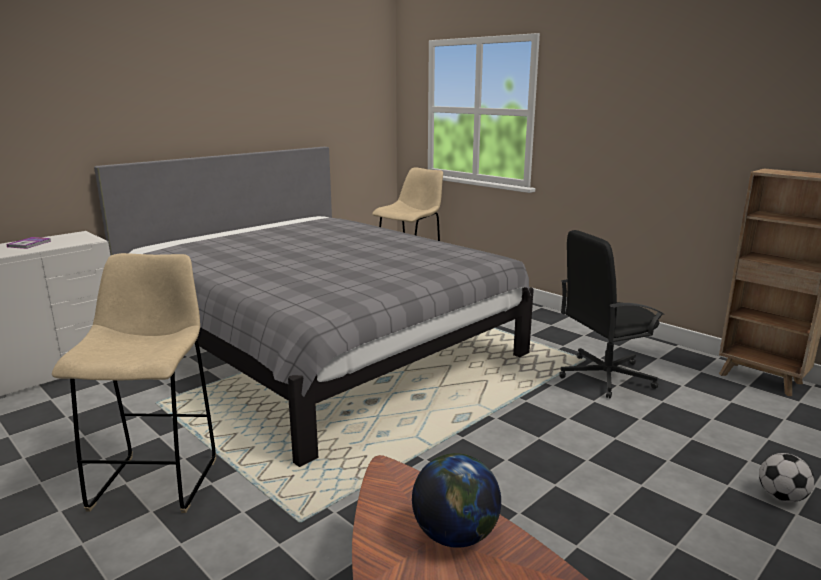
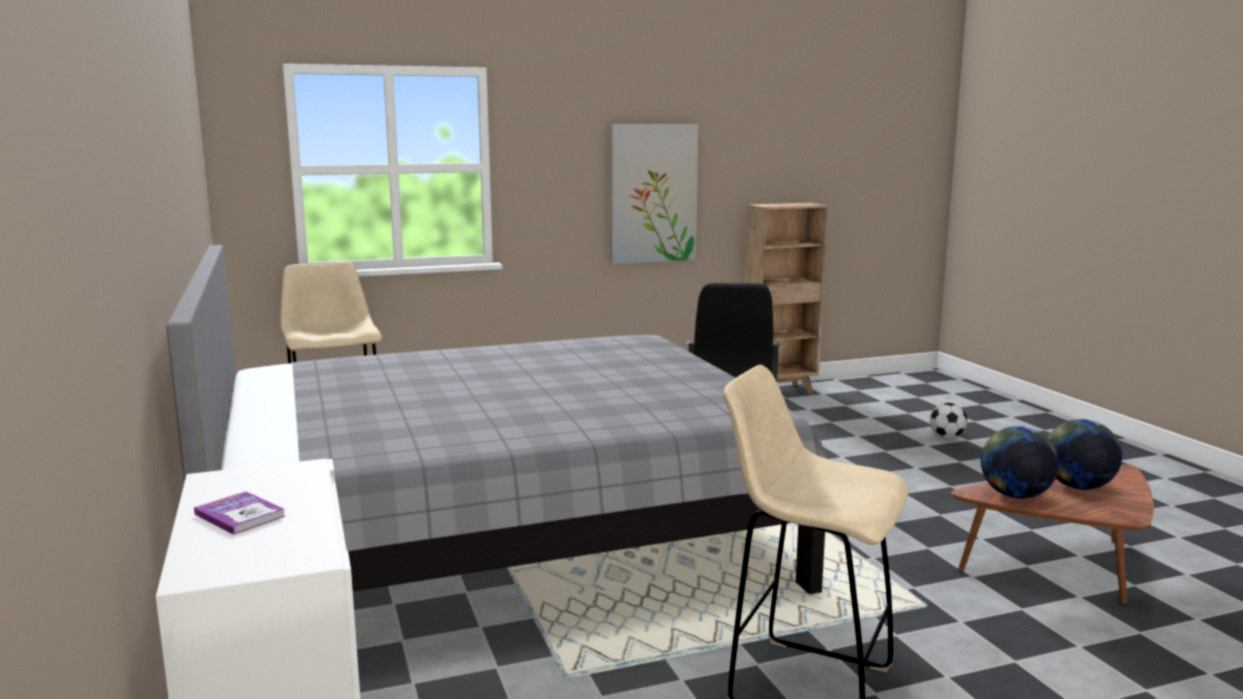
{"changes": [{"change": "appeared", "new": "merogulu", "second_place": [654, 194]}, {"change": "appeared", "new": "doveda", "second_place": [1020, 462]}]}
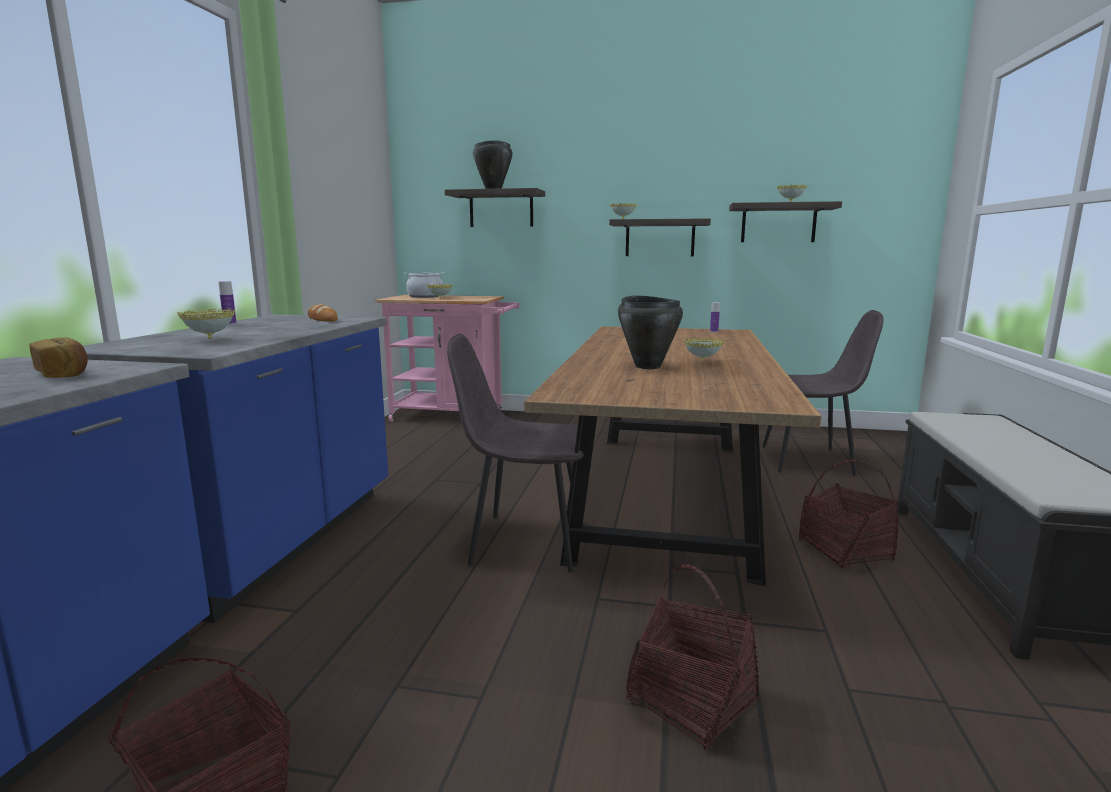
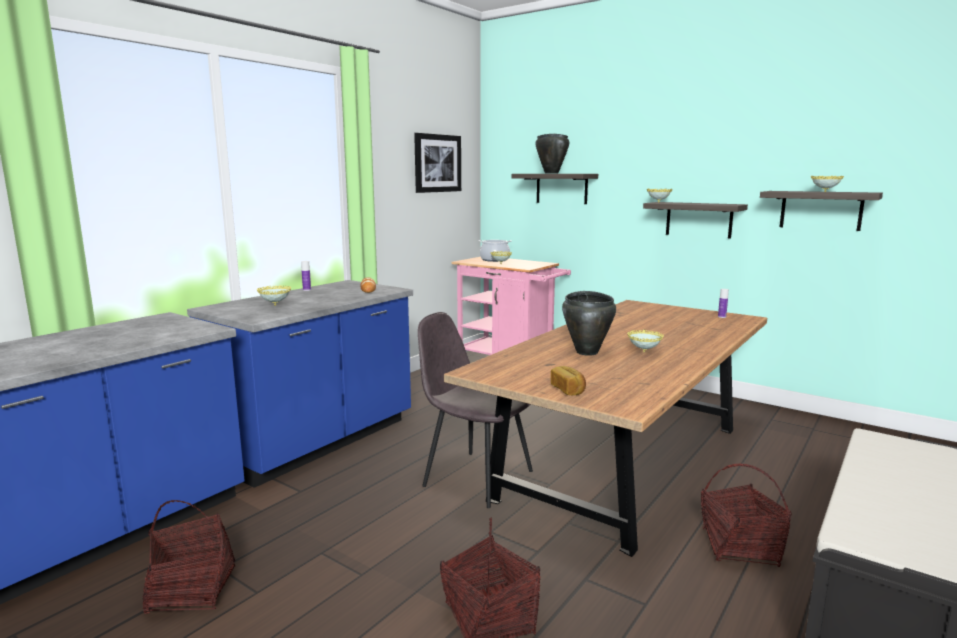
{"changes": [{"change": "appeared", "new": "merogulu", "second_place": [437, 163]}, {"change": "relocated", "old": "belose", "first_place": [58, 357], "second_place": [568, 380]}, {"change": "missing", "old": "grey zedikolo", "first_place": [823, 393]}]}
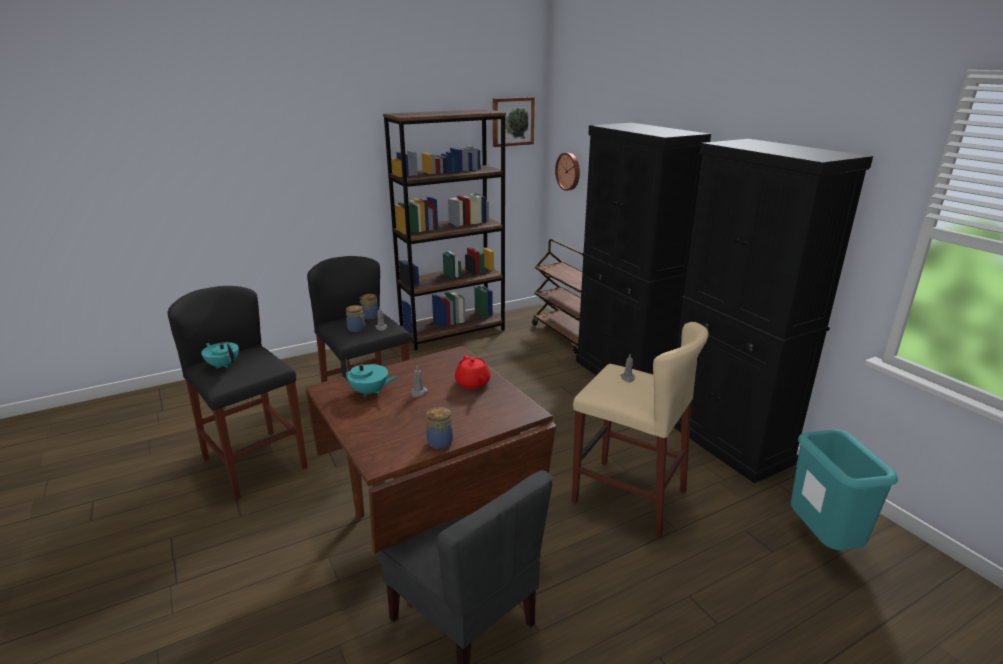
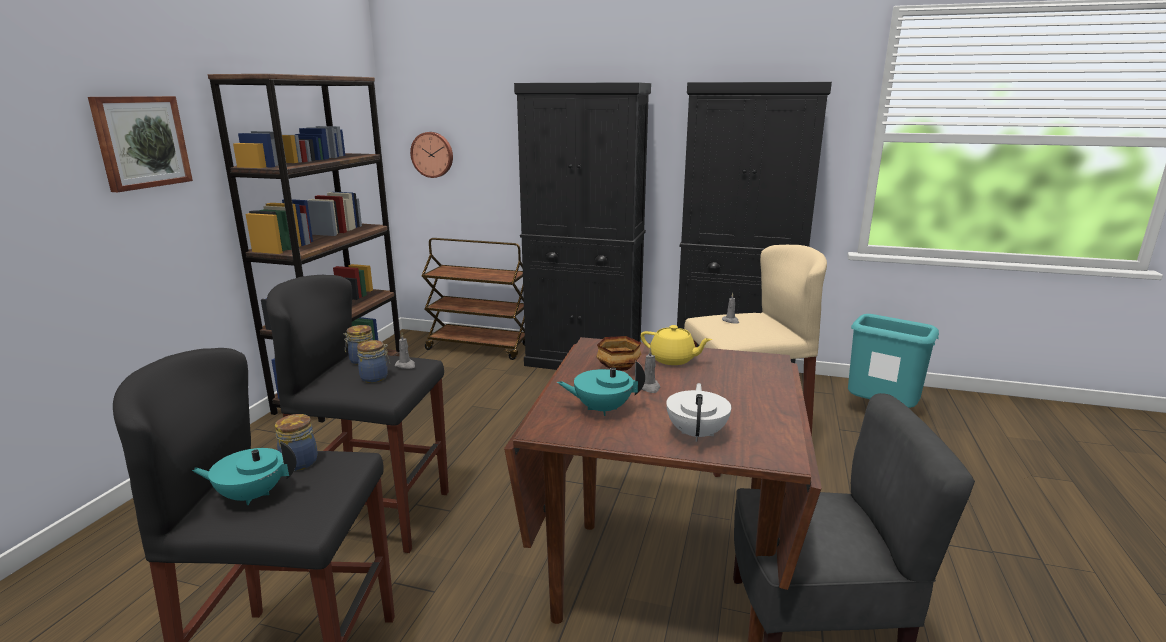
{"changes": [{"change": "relocated", "old": "merogulu", "first_place": [514, 122], "second_place": [140, 144]}, {"change": "relocated", "old": "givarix", "first_place": [439, 428], "second_place": [296, 442]}, {"change": "spun", "old": "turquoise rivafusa", "first_place": [369, 378], "second_place": [601, 388], "degrees": -150}, {"change": "appeared", "new": "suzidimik", "second_place": [618, 353]}, {"change": "colour", "old": "red rivafusa", "new": "yellow rivafusa", "first_place": [472, 372], "second_place": [676, 345]}, {"change": "appeared", "new": "white rivafusa", "second_place": [698, 412]}]}
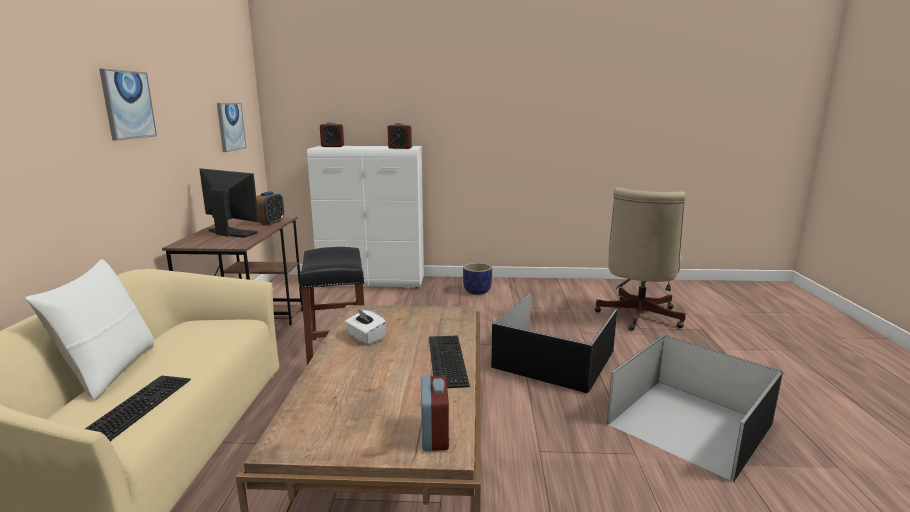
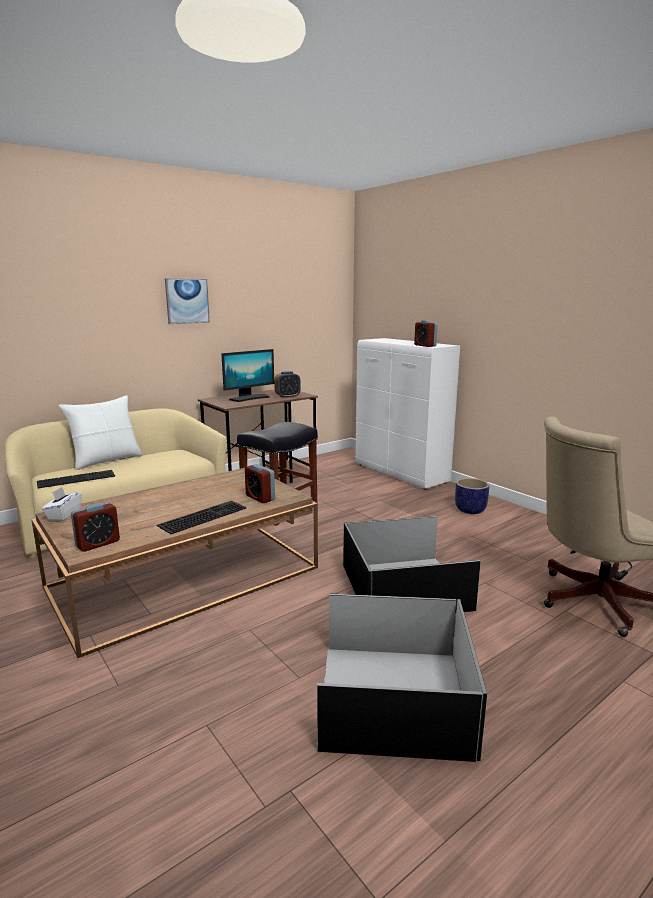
{"changes": [{"change": "relocated", "old": "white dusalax", "first_place": [365, 326], "second_place": [62, 504]}, {"change": "spun", "old": "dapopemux", "first_place": [229, 203], "second_place": [247, 375], "degrees": 60}, {"change": "relocated", "old": "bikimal", "first_place": [332, 134], "second_place": [260, 483]}, {"change": "missing", "old": "merogulu", "first_place": [231, 127]}]}
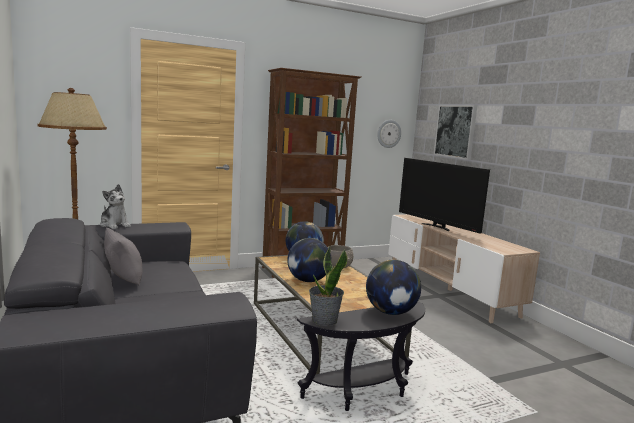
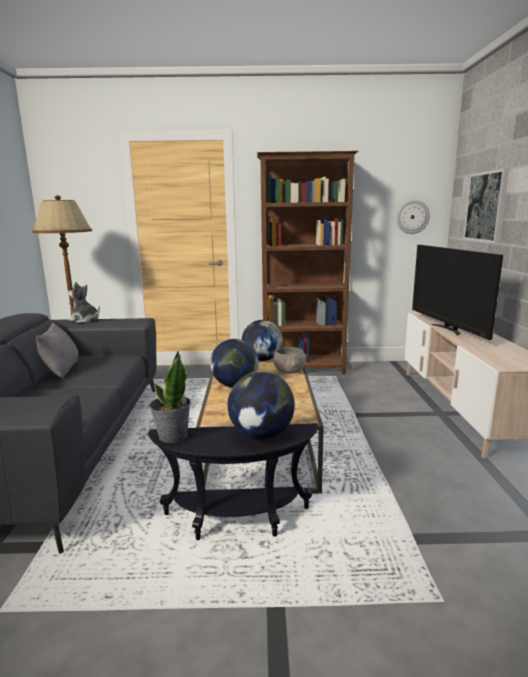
{"changes": [{"change": "spun", "old": "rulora", "first_place": [115, 206], "second_place": [84, 302], "degrees": 135}]}
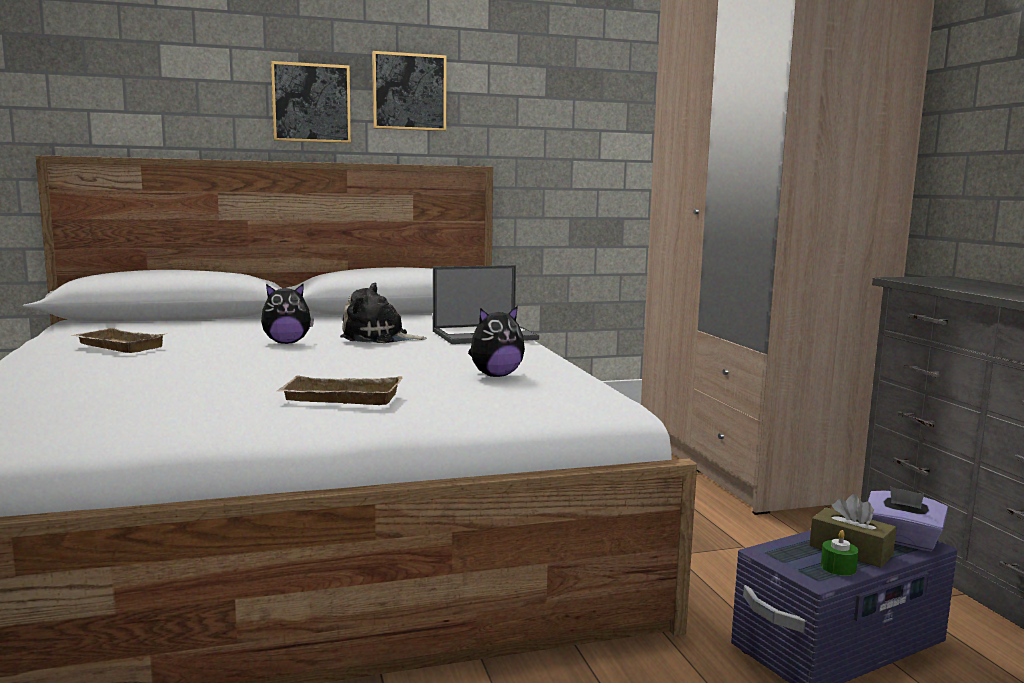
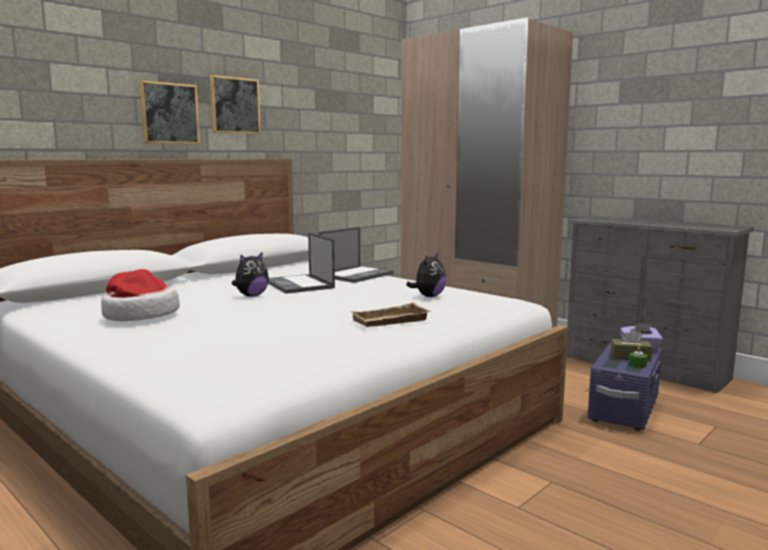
{"changes": [{"change": "exchanged", "old": "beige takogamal", "new": "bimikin", "first_place": [118, 340], "second_place": [140, 295]}, {"change": "exchanged", "old": "rulora", "new": "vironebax", "first_place": [383, 313], "second_place": [301, 263]}]}
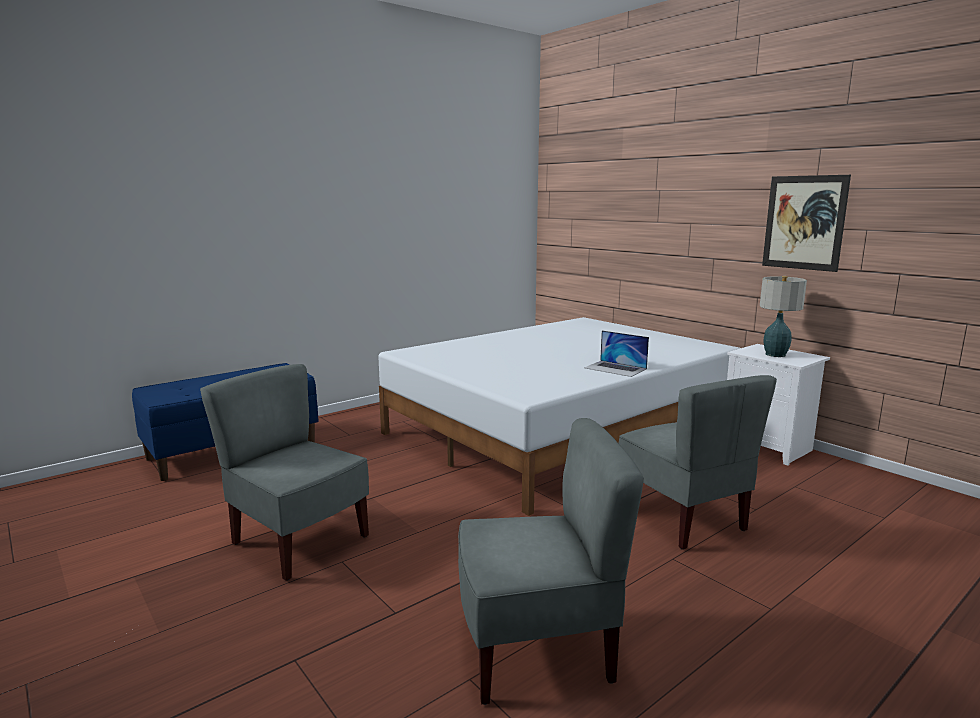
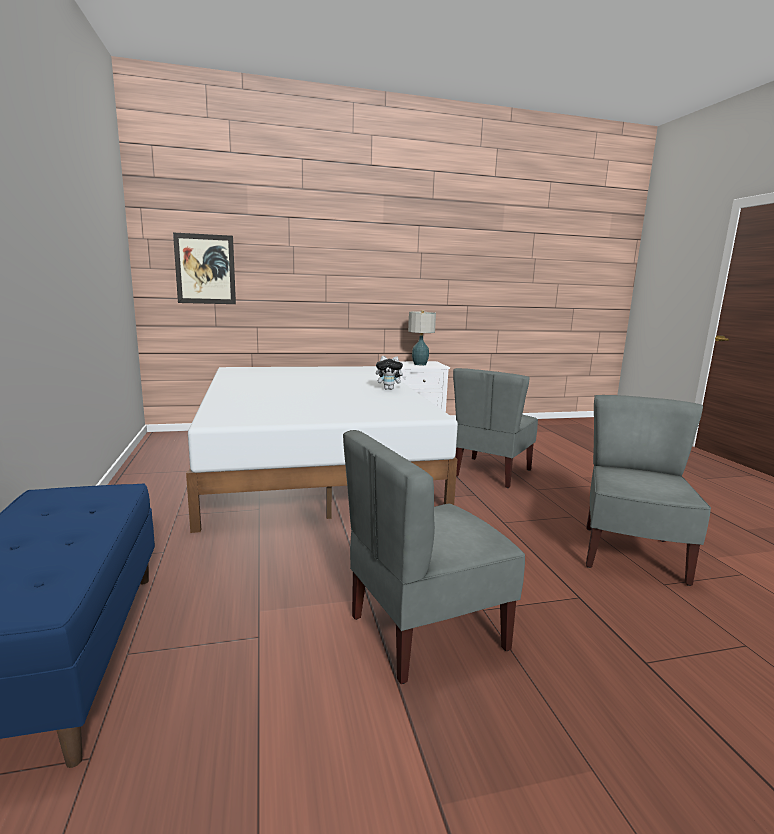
{"changes": [{"change": "relocated", "old": "merogulu", "first_place": [806, 223], "second_place": [204, 268]}, {"change": "exchanged", "old": "vironebax", "new": "rulora", "first_place": [616, 354], "second_place": [391, 373]}, {"change": "spun", "old": "grey zedikolo", "first_place": [698, 462], "second_place": [495, 428], "degrees": 120}]}
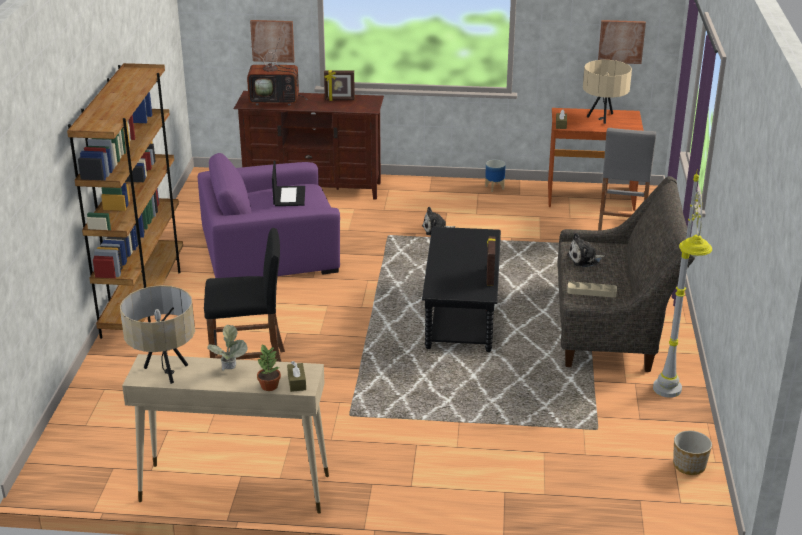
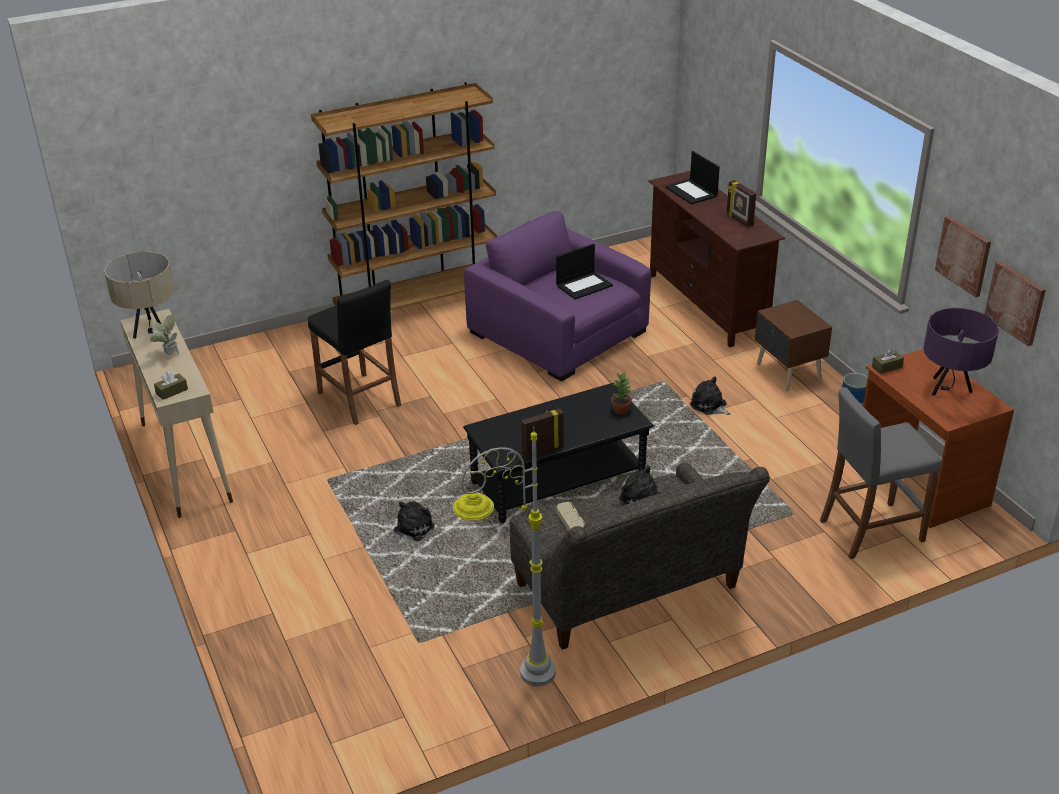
{"changes": [{"change": "appeared", "new": "rulora", "second_place": [414, 523]}, {"change": "relocated", "old": "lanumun", "first_place": [269, 367], "second_place": [621, 393]}, {"change": "exchanged", "old": "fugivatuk", "new": "vironebax", "first_place": [277, 71], "second_place": [692, 177]}, {"change": "appeared", "new": "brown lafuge", "second_place": [793, 345]}, {"change": "colour", "old": "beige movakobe", "new": "purple movakobe", "first_place": [607, 92], "second_place": [961, 352]}, {"change": "relocated", "old": "merogulu", "first_place": [272, 41], "second_place": [963, 256]}, {"change": "missing", "old": "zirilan", "first_place": [692, 453]}]}
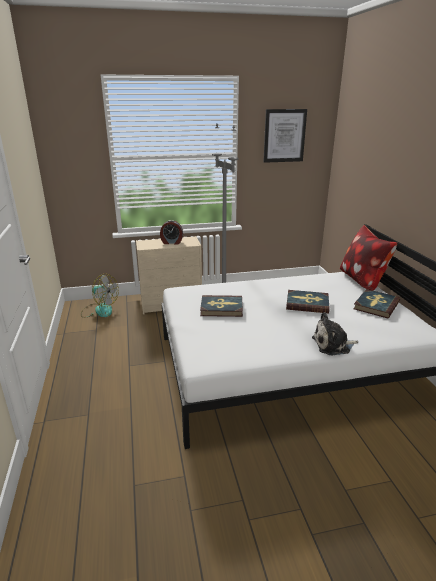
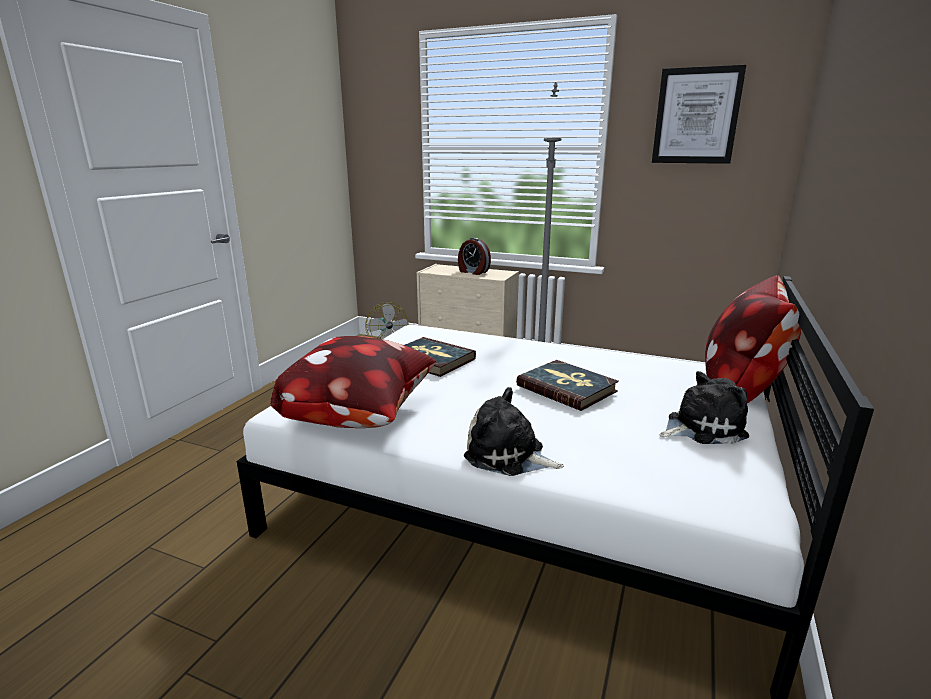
{"changes": [{"change": "appeared", "new": "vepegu", "second_place": [353, 382]}, {"change": "exchanged", "old": "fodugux", "new": "rulora", "first_place": [376, 303], "second_place": [704, 407]}]}
